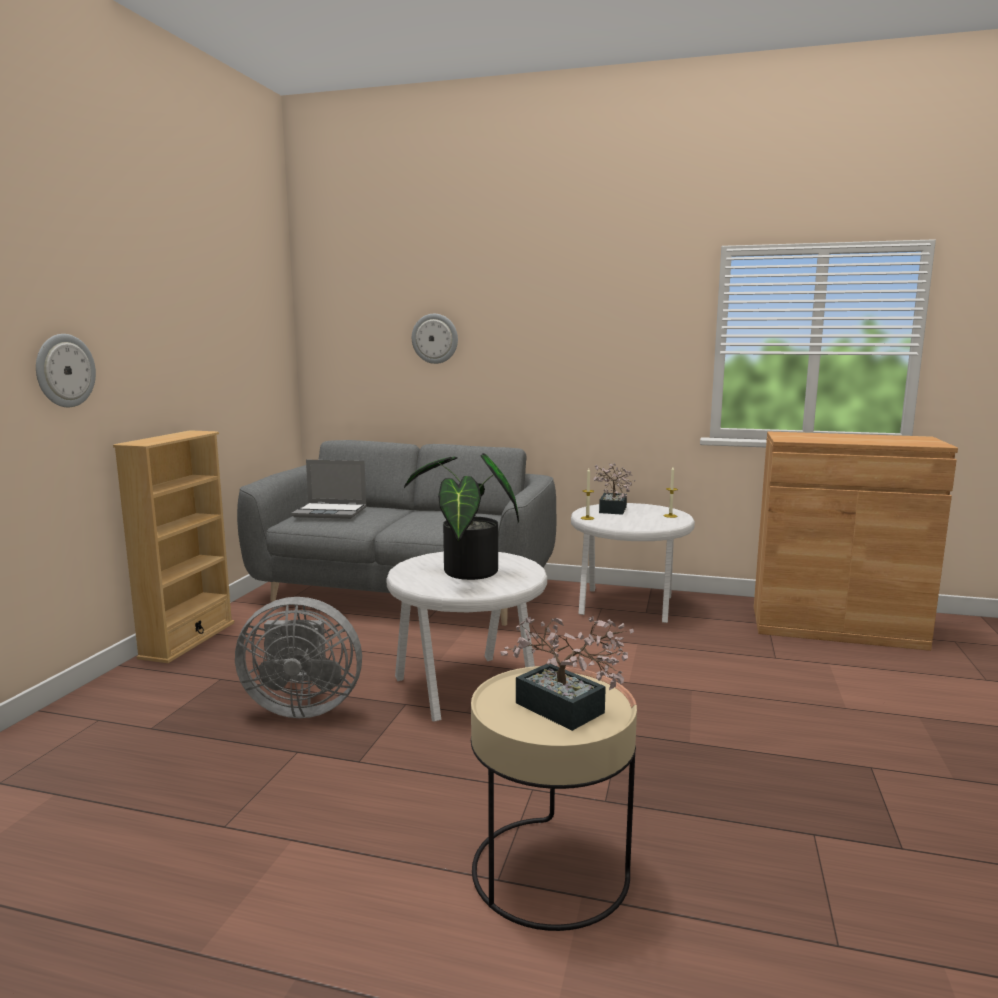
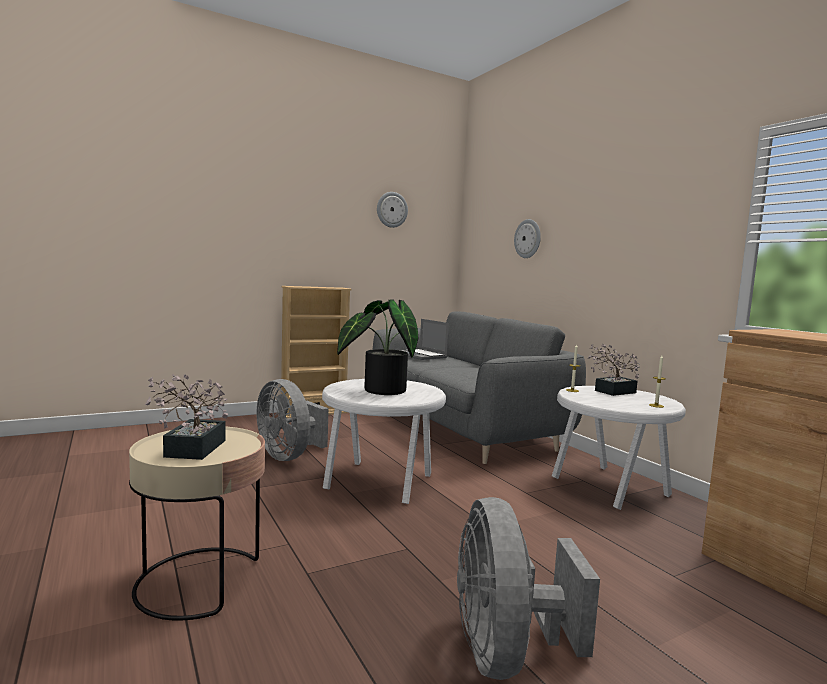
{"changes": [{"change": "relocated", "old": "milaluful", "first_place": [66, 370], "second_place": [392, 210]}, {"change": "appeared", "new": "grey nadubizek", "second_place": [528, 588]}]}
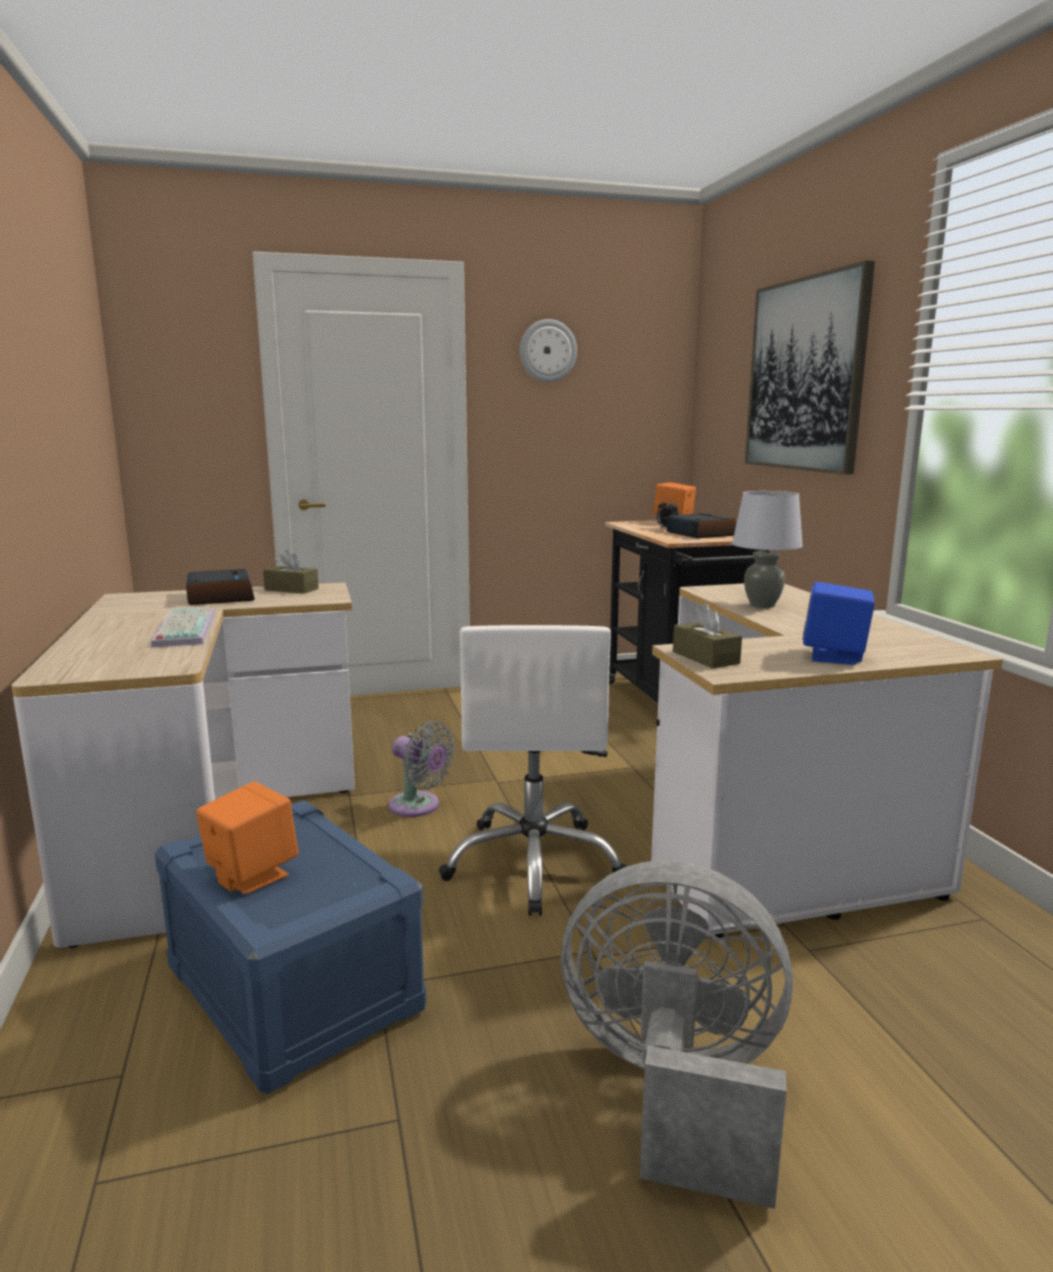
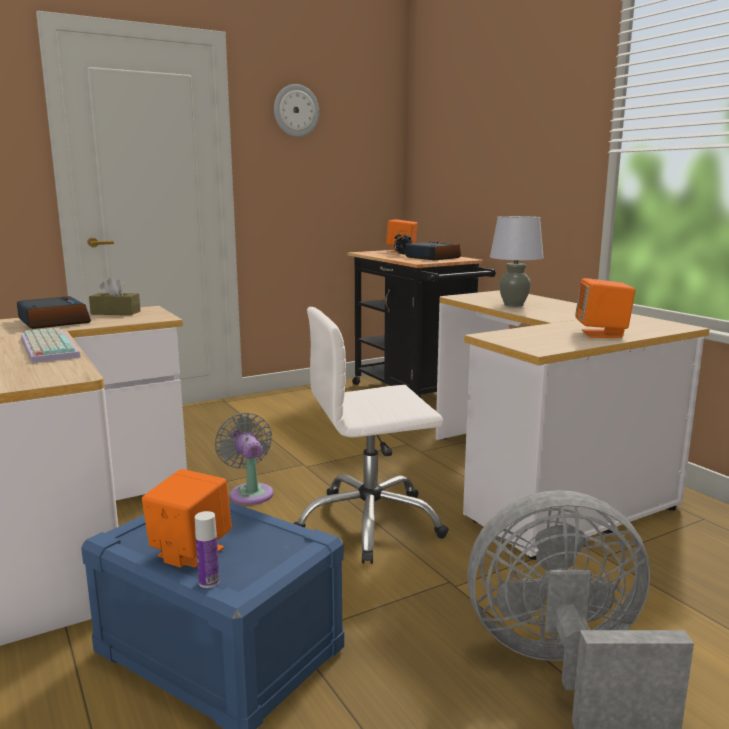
{"changes": [{"change": "appeared", "new": "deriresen", "second_place": [207, 549]}, {"change": "spun", "old": "grey nadubizek", "first_place": [422, 769], "second_place": [244, 459], "degrees": -135}, {"change": "spun", "old": "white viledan", "first_place": [533, 770], "second_place": [371, 435], "degrees": 90}, {"change": "colour", "old": "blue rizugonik", "new": "orange rizugonik", "first_place": [839, 623], "second_place": [605, 308]}, {"change": "missing", "old": "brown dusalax", "first_place": [707, 635]}, {"change": "missing", "old": "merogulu", "first_place": [810, 368]}]}
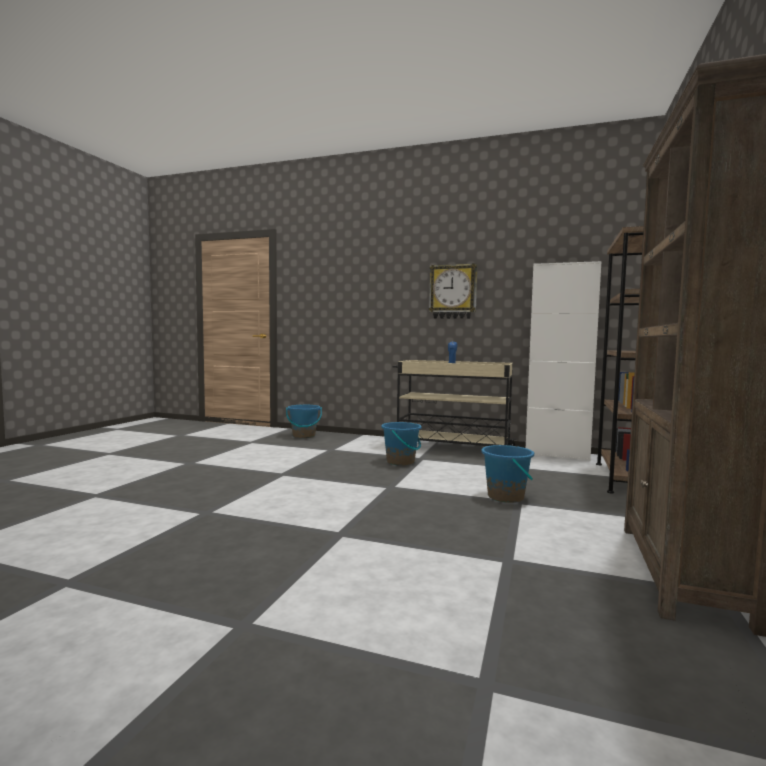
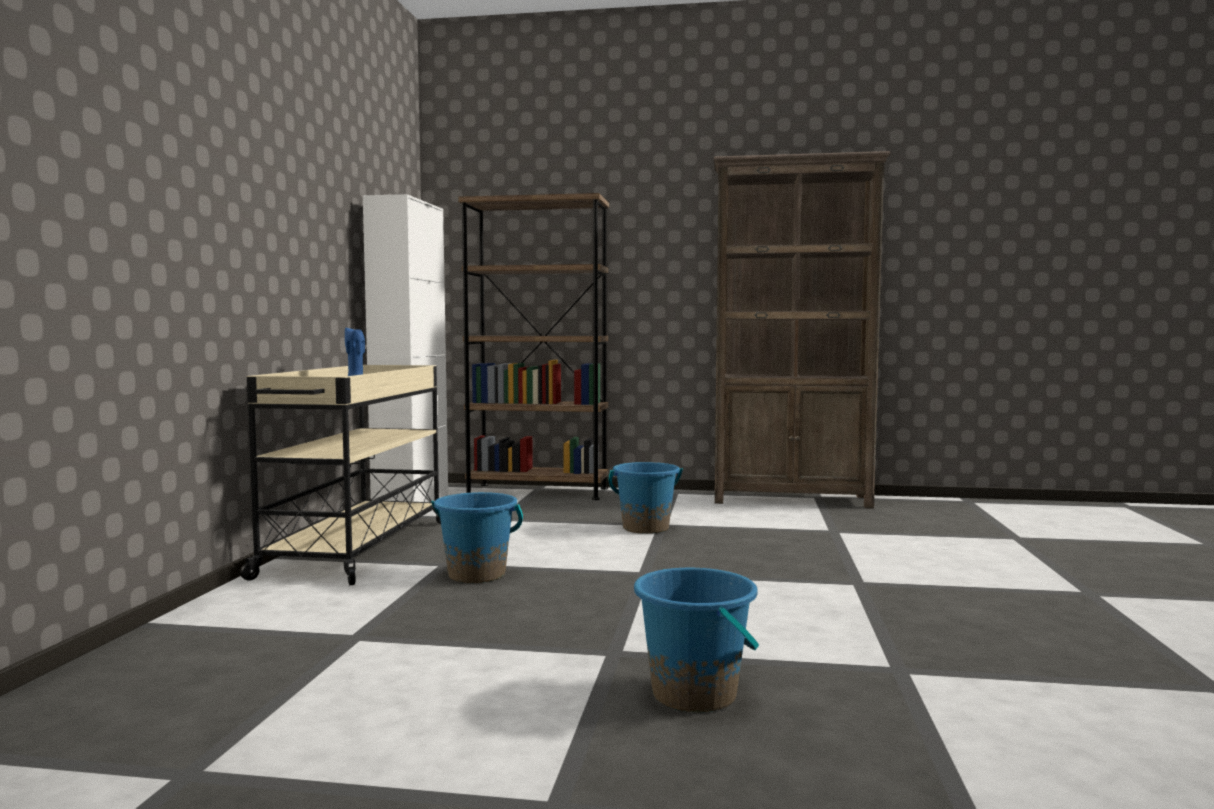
{"changes": [{"change": "relocated", "old": "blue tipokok", "first_place": [304, 421], "second_place": [696, 640]}, {"change": "missing", "old": "milaluful", "first_place": [453, 291]}]}
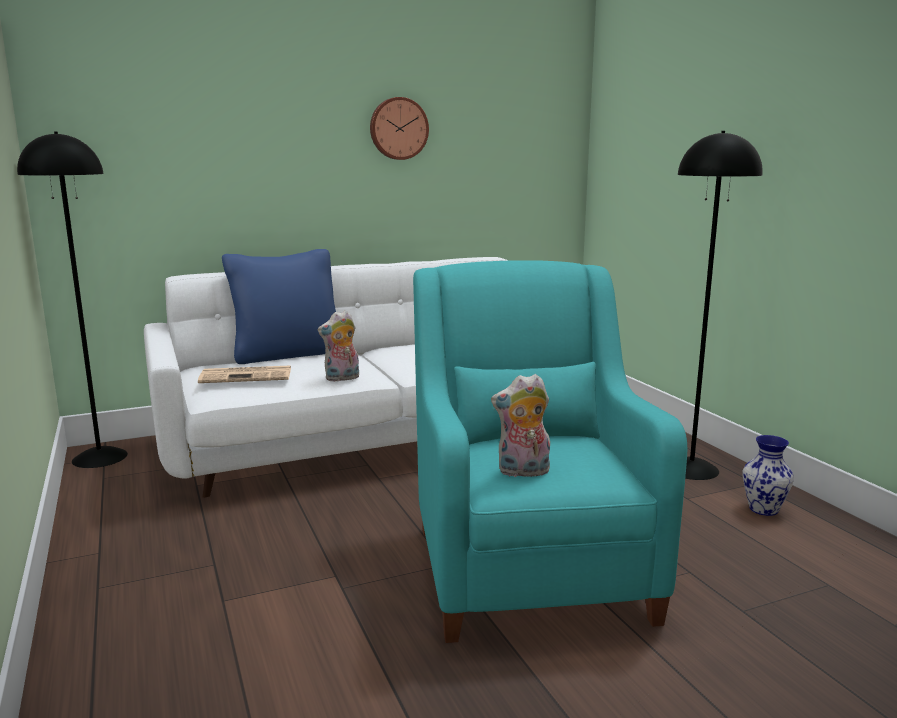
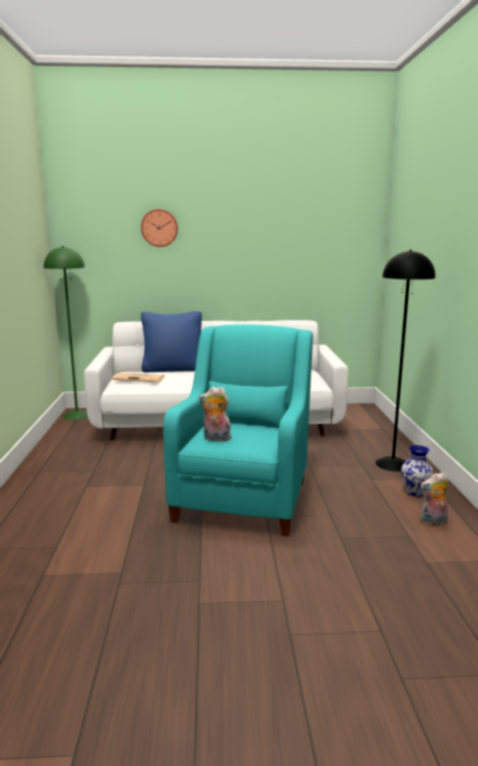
{"changes": [{"change": "colour", "old": "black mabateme", "new": "green mabateme", "first_place": [72, 300], "second_place": [66, 333]}, {"change": "relocated", "old": "milaluful", "first_place": [399, 128], "second_place": [159, 228]}, {"change": "relocated", "old": "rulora", "first_place": [338, 346], "second_place": [434, 498]}]}
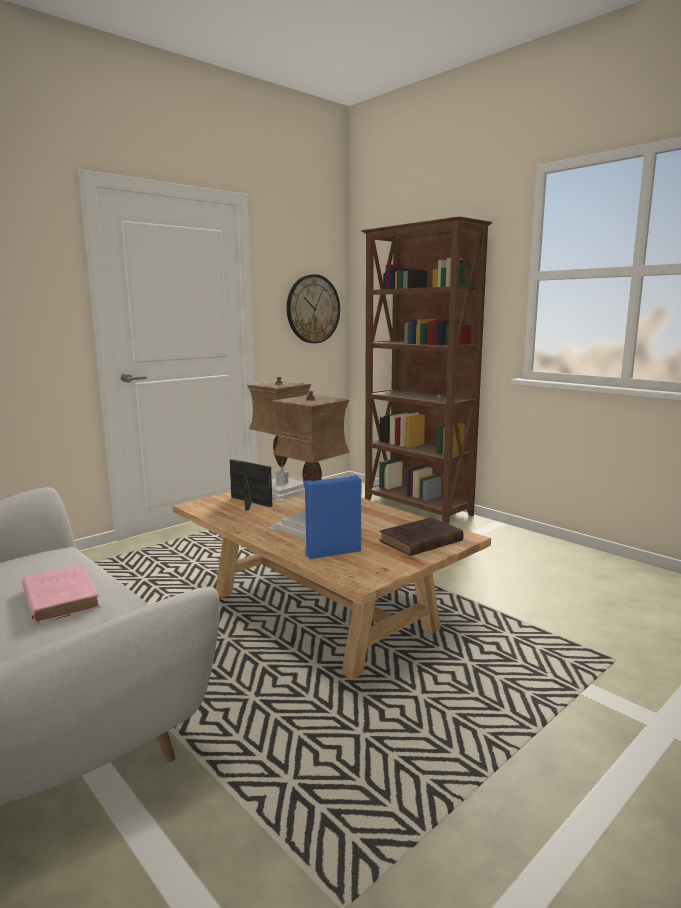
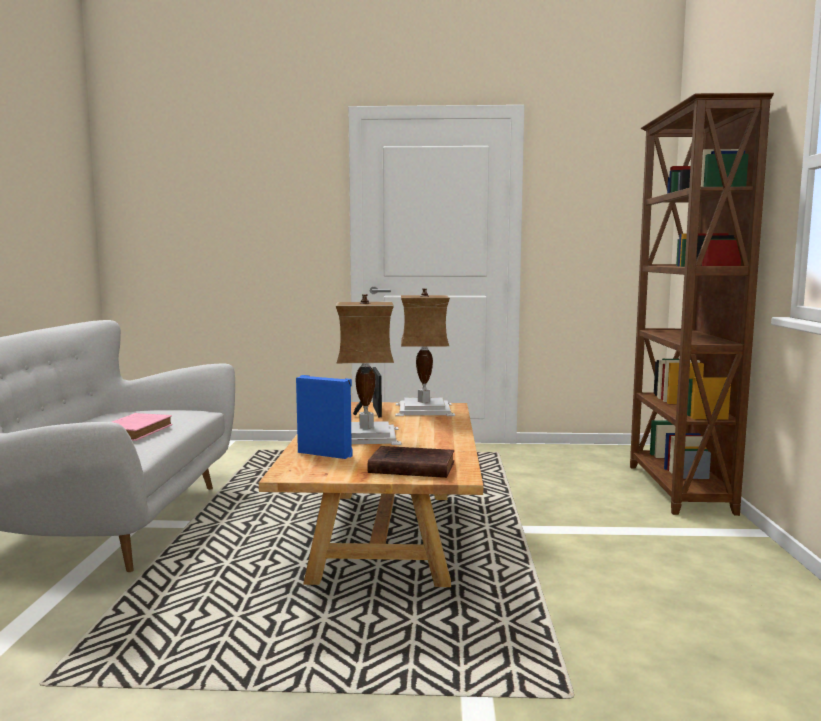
{"changes": [{"change": "missing", "old": "milaluful", "first_place": [313, 308]}]}
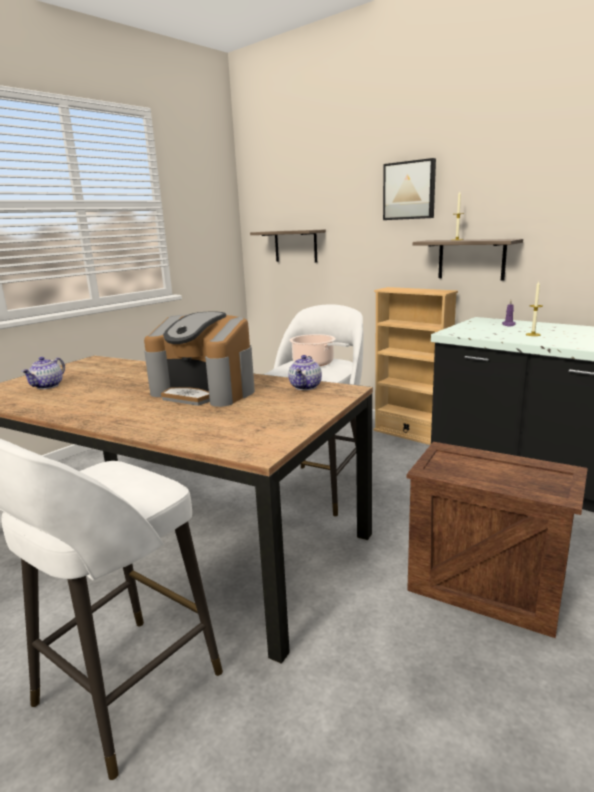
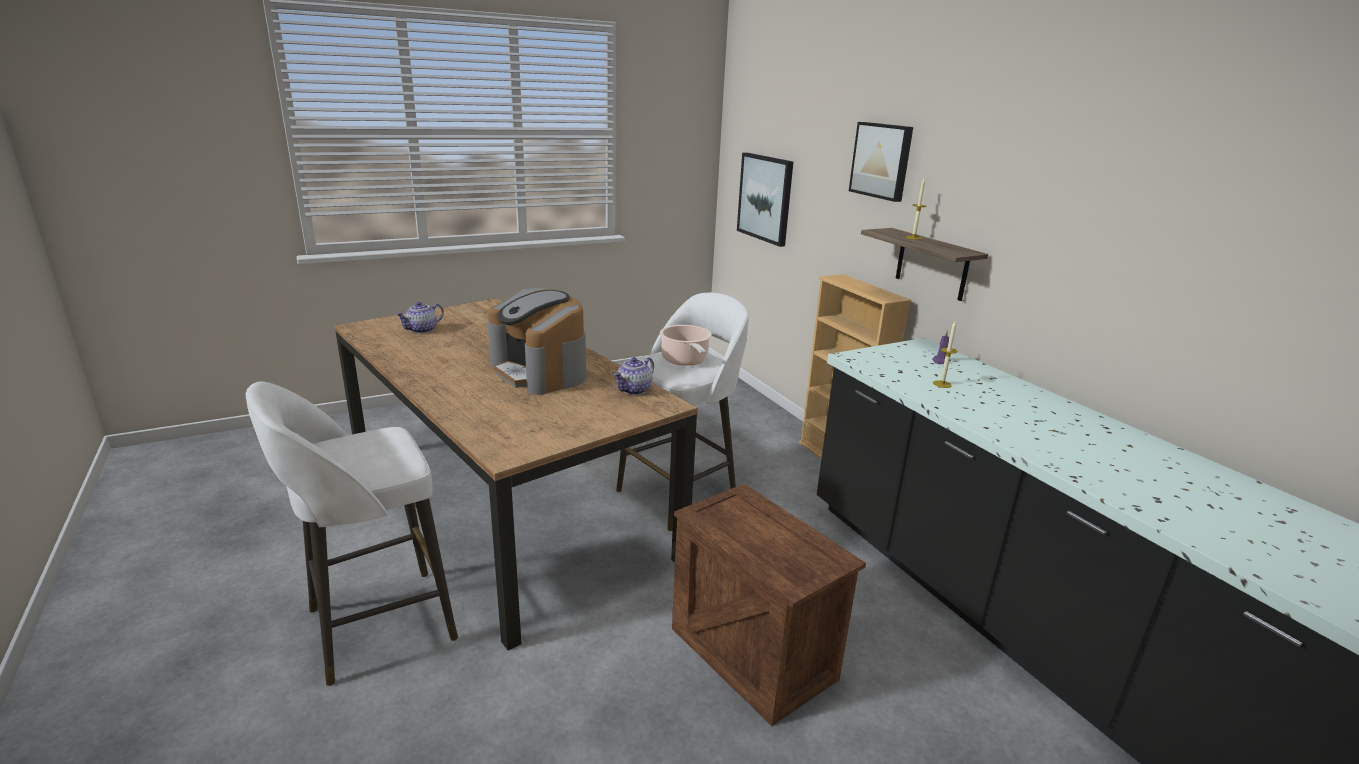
{"changes": [{"change": "exchanged", "old": "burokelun", "new": "merogulu", "first_place": [288, 245], "second_place": [765, 200]}]}
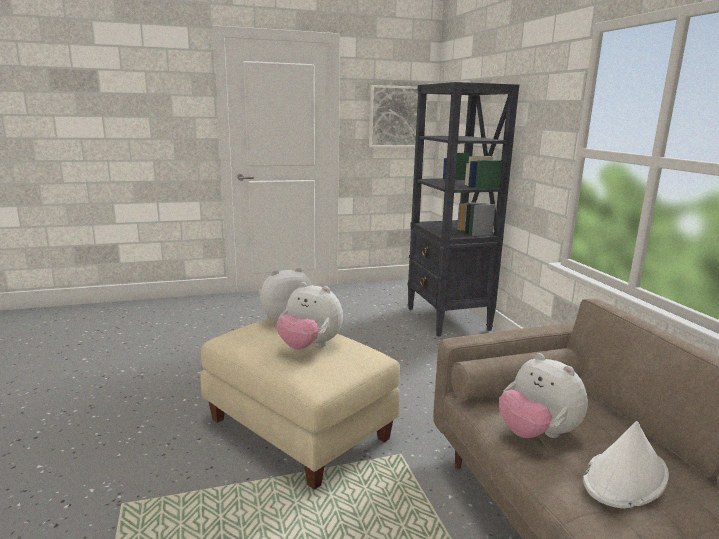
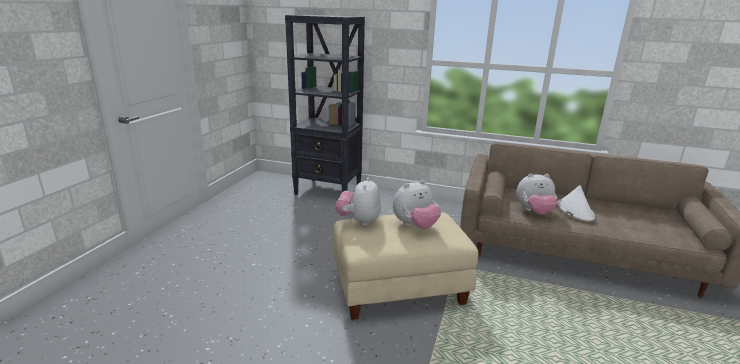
{"changes": [{"change": "missing", "old": "merogulu", "first_place": [398, 116]}]}
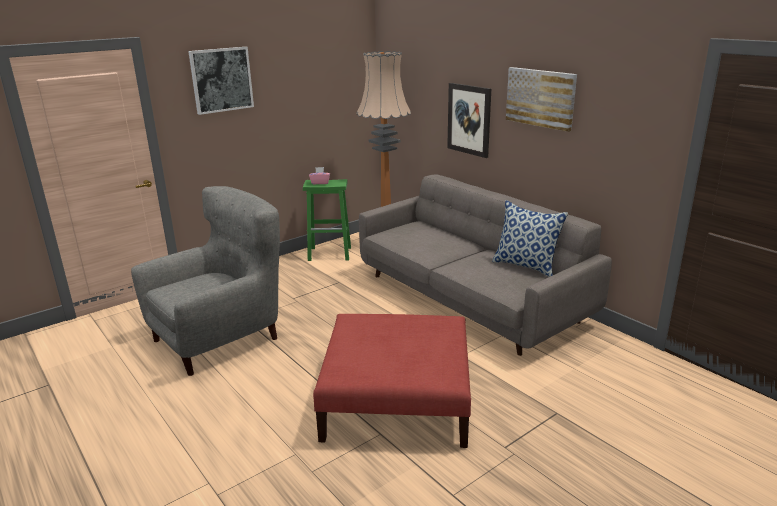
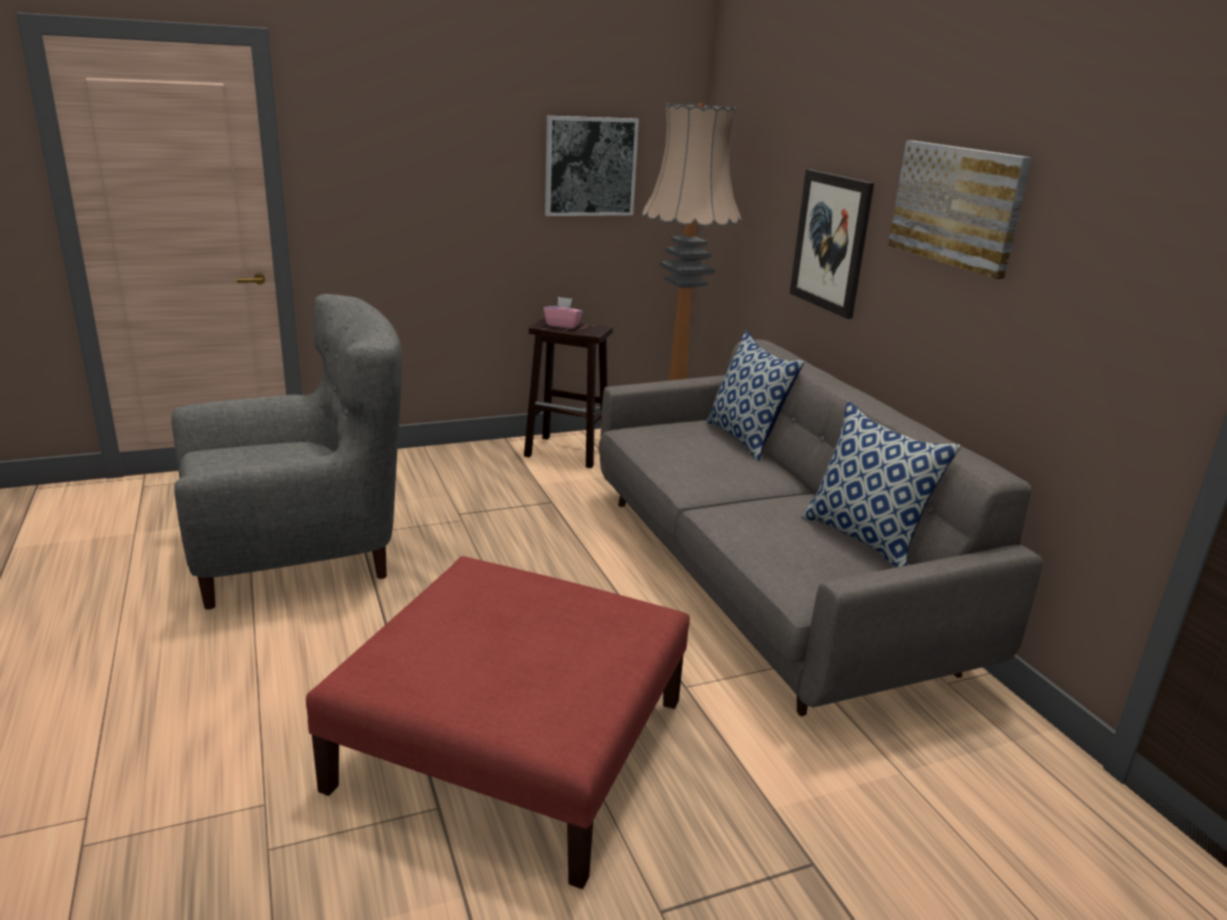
{"changes": [{"change": "colour", "old": "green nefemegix", "new": "brown nefemegix", "first_place": [327, 220], "second_place": [568, 393]}, {"change": "relocated", "old": "merogulu", "first_place": [221, 81], "second_place": [592, 166]}, {"change": "appeared", "new": "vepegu", "second_place": [755, 396]}]}
